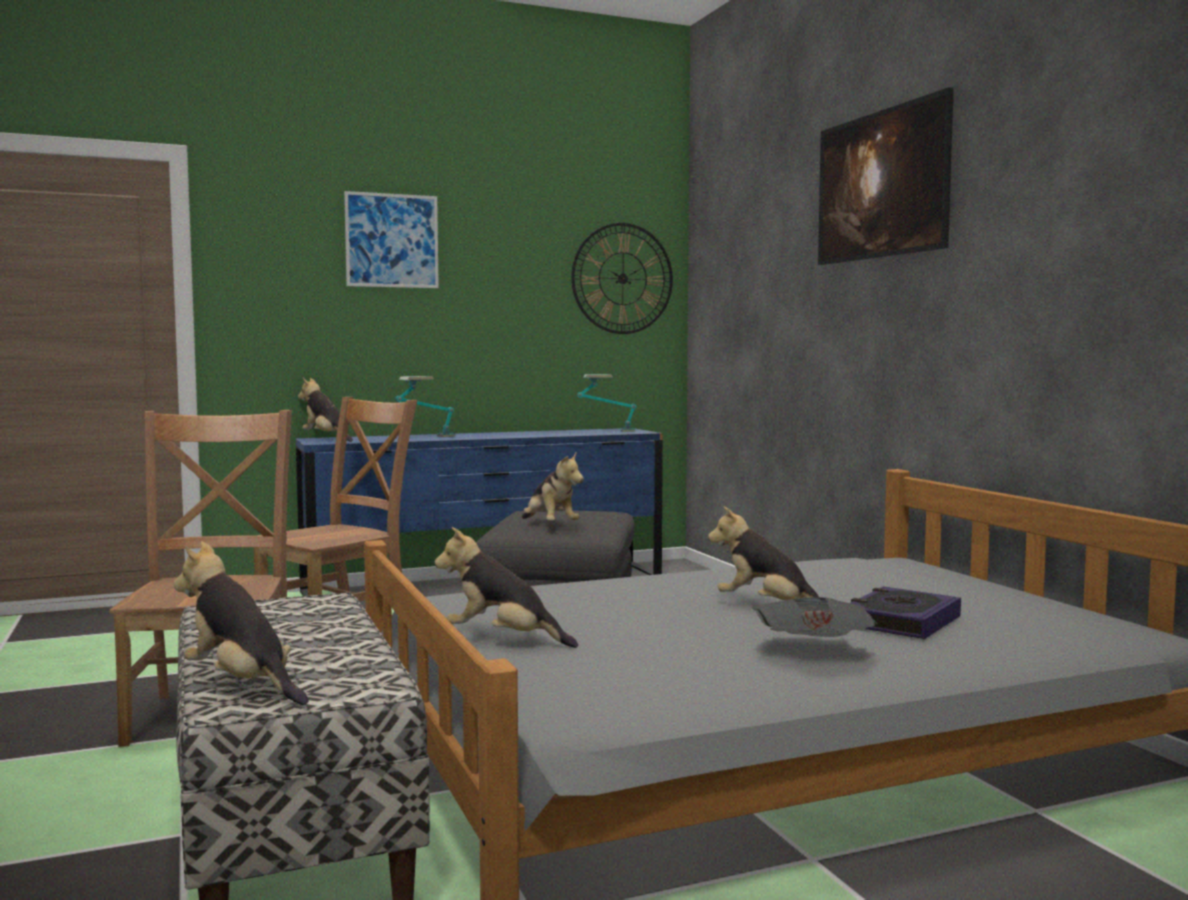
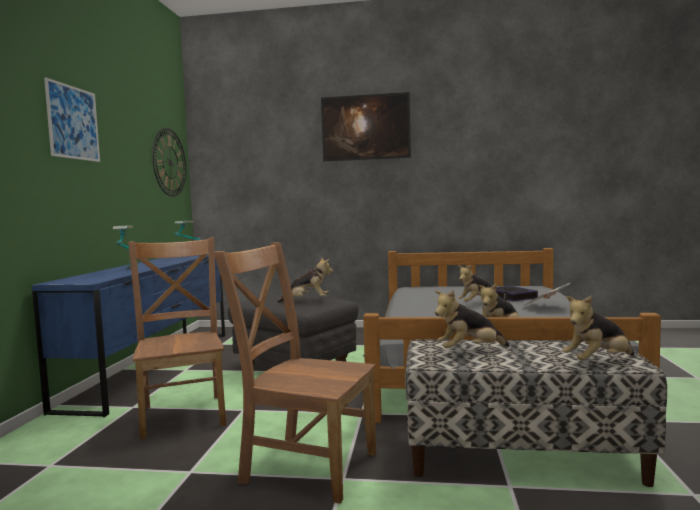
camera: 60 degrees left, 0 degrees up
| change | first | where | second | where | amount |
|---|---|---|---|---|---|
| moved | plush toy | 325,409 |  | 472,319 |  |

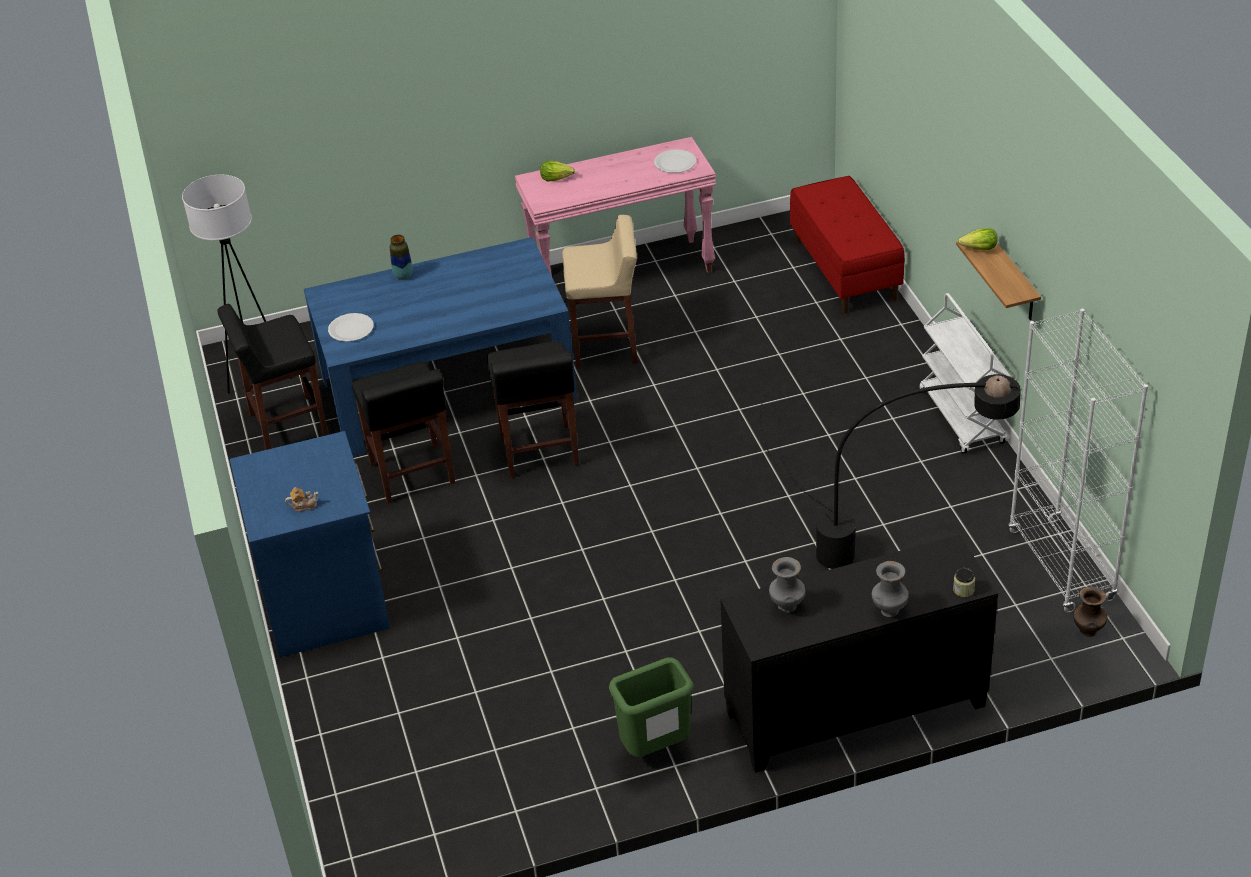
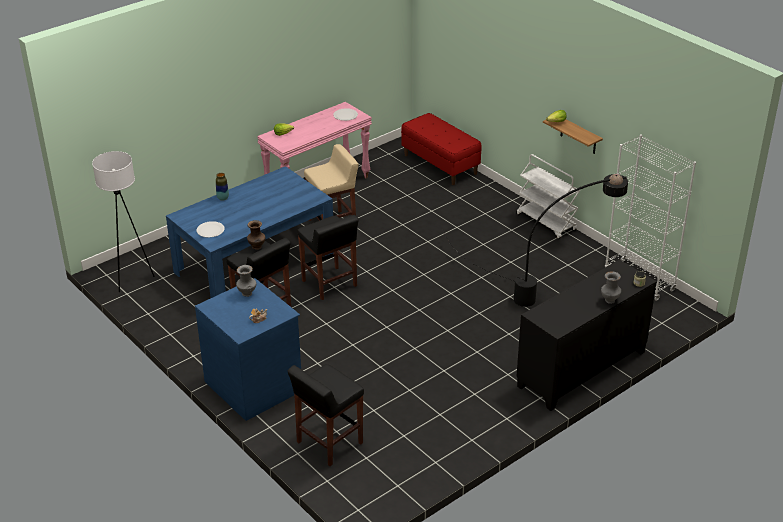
camera: 25 degrees left, 5 degrees down
| change | first | where | second | where | amount |
|---|---|---|---|---|---|
| moved | black stool | 272,377 |  | 326,415 |  |
| moved | grey vase | 787,585 |  | 246,281 |  |
| moved | brown vase | 1090,611 |  | 256,235 |  |
| removed | green trash can | 651,707 |  |  |  |

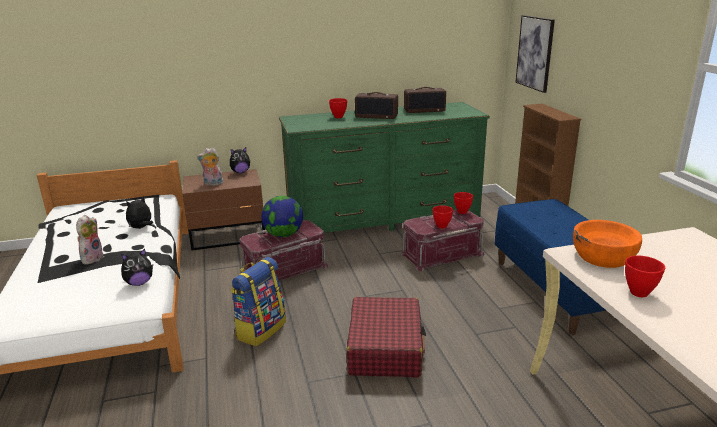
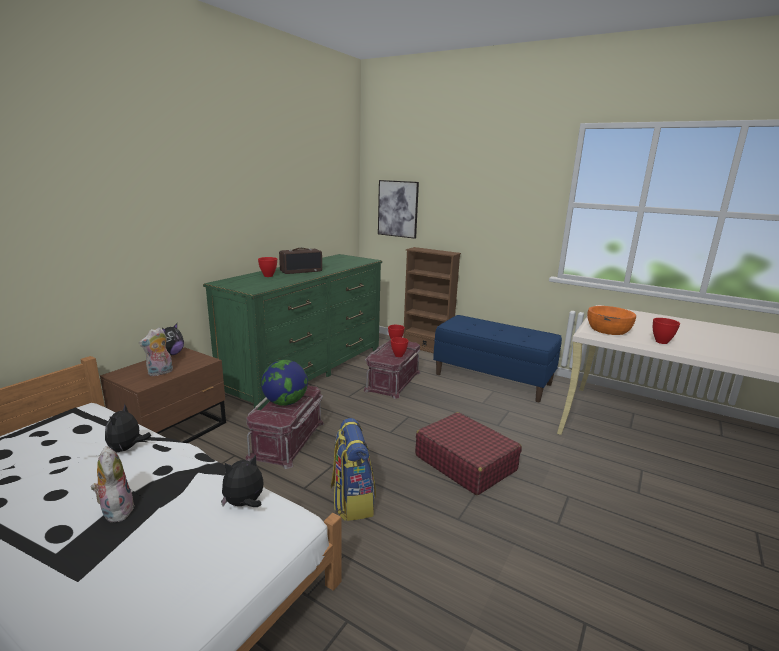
camera: 45 degrees left, 5 degrees down
| change | first | where | second | where | amount |
|---|---|---|---|---|---|
| removed | radio | 425,100 |  |  |  |
| turned | plush toy | 137,267 |  | 242,481 | 135 degrees counterclockwise |

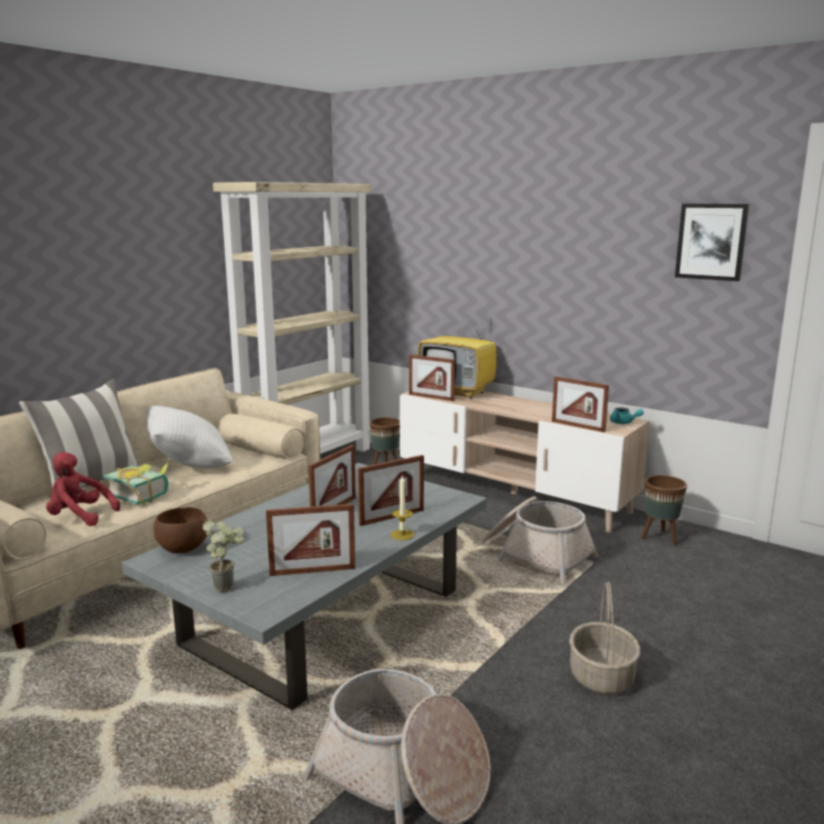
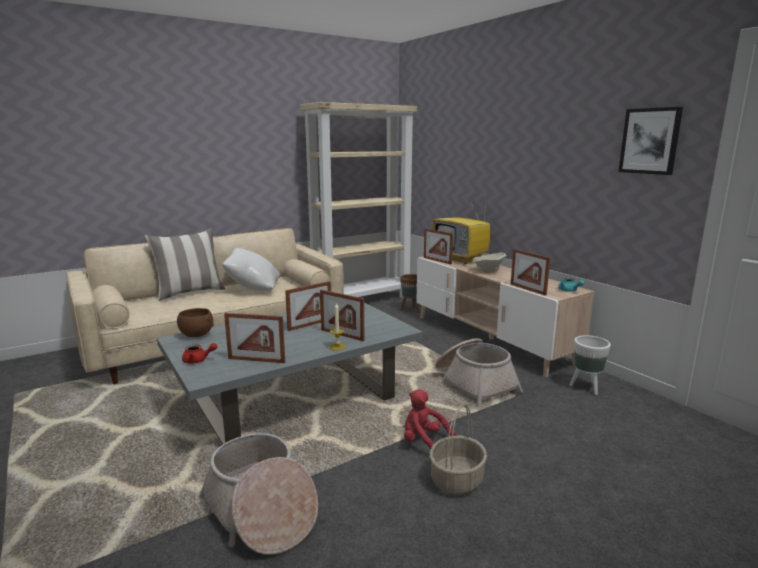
camera: 20 degrees right, 0 degrees up
| change | first | where | second | where | amount |
|---|---|---|---|---|---|
| moved | red plush toy | 83,489 |  | 430,419 |  |
| turned | picture frame | 391,490 |  | 342,315 | 45 degrees clockwise |
| removed | book | 136,483 |  |  |  |
| recoloured | brown planter | 664,510 | white planter | 590,365 |  |
| replaced | potted plant | 224,556 | red teapot | 199,353 |  |
| added |  |  | beige bowl | 489,262 |  |

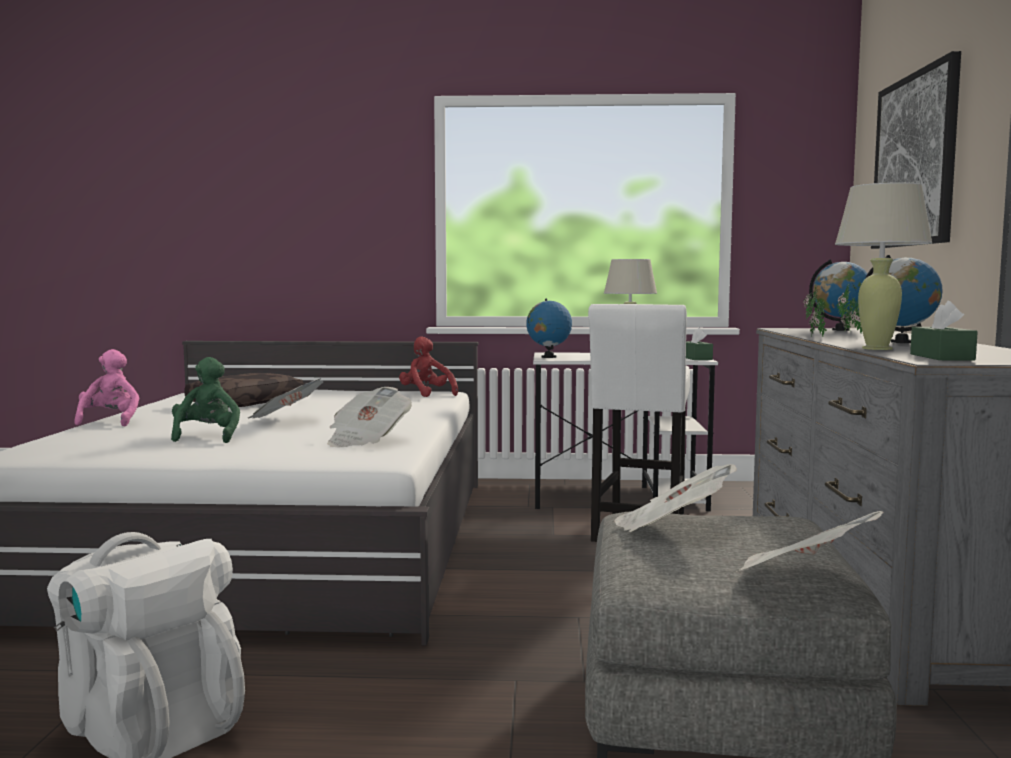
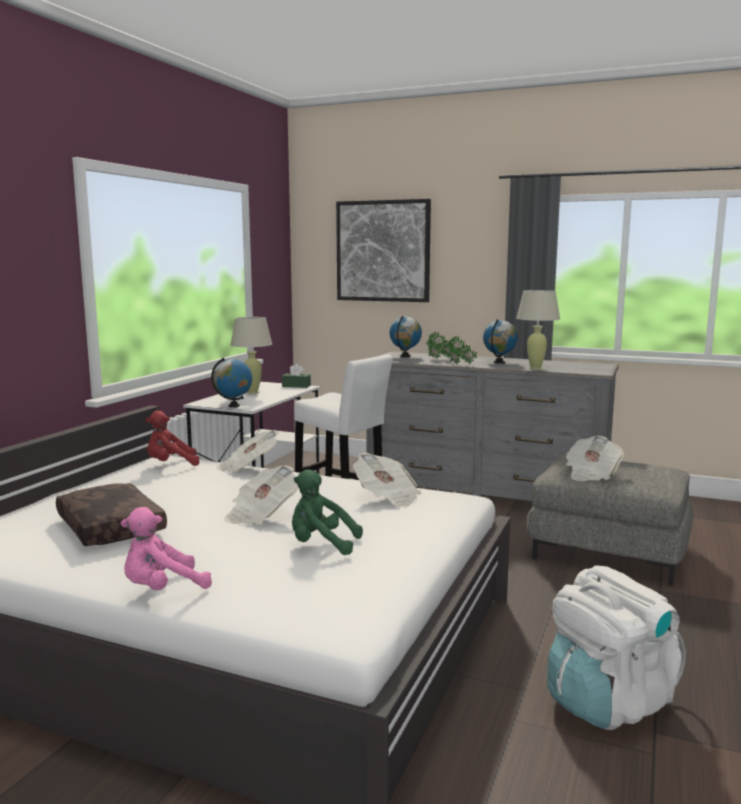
camera: 70 degrees left, 5 degrees up
| change | first | where | second | where | amount |
|---|---|---|---|---|---|
| removed | green tissue box | 944,331 |  |  |  |
| turned | pink plush toy | 106,387 |  | 166,548 | 45 degrees counterclockwise |
| moved | newspaper | 809,541 |  | 248,451 |  |

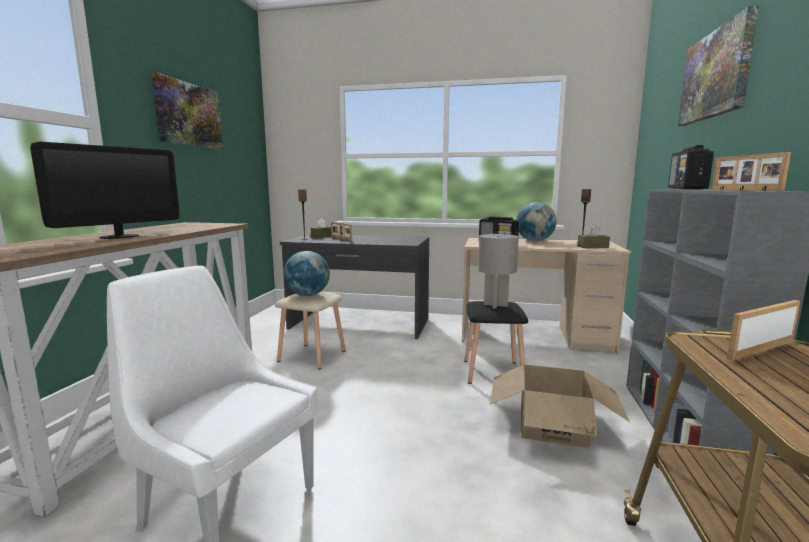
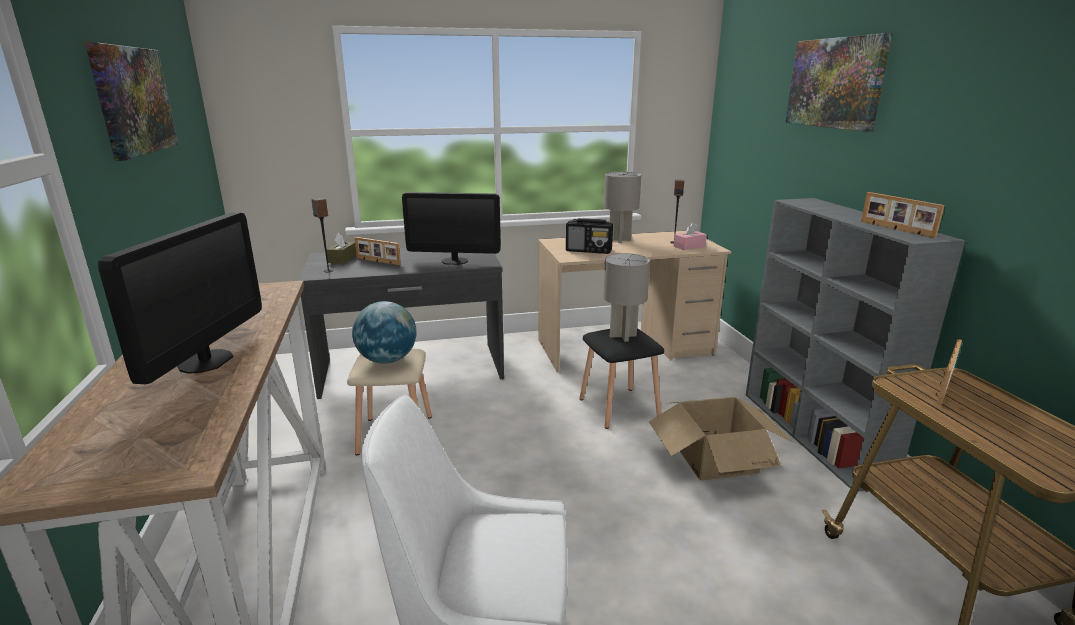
camera: 25 degrees left, 10 degrees up
| change | first | where | second | where | amount |
|---|---|---|---|---|---|
| removed | radio | 691,167 |  |  |  |
| replaced | globe | 536,221 | grey table lamp | 622,207 |  |
| recoloured | brown tissue box | 593,236 | pink tissue box | 690,236 |  |
| added |  |  | monitor | 451,228 |  |

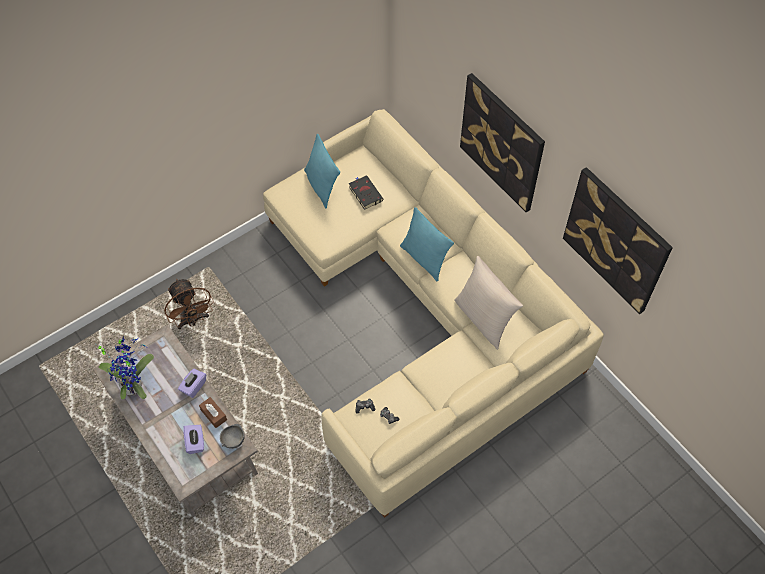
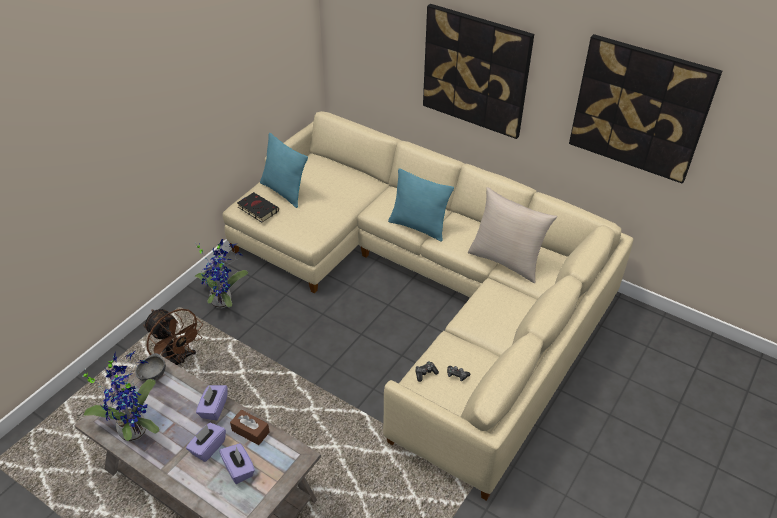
camera: 20 degrees left, 15 degrees down
| change | first | where | second | where | amount |
|---|---|---|---|---|---|
| moved | black book | 366,192 |  | 258,207 |  |
| moved | grey bowl | 232,436 |  | 150,367 |  |
| added |  |  | potted plant | 221,273 |  |
| added |  |  | purple tissue box | 206,442 |  |

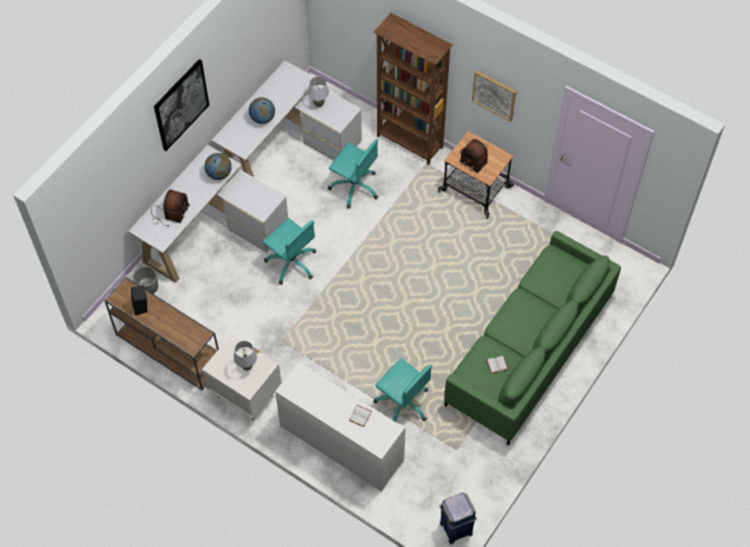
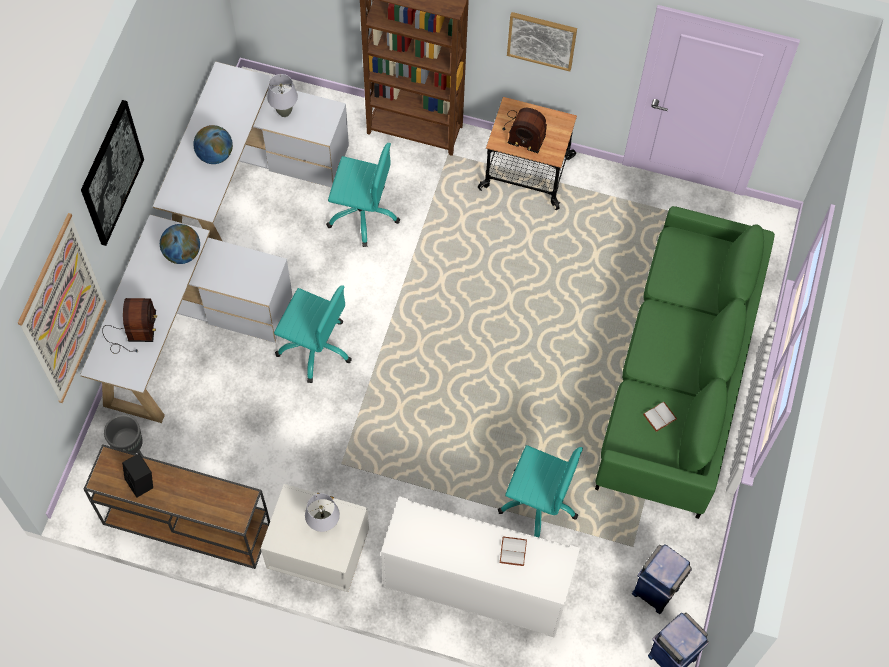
camera: 20 degrees left, 5 degrees up
| change | first | where | second | where | amount |
|---|---|---|---|---|---|
| added |  |  | picture | 62,308 |  |
| added |  |  | blue trash can | 662,579 |  |

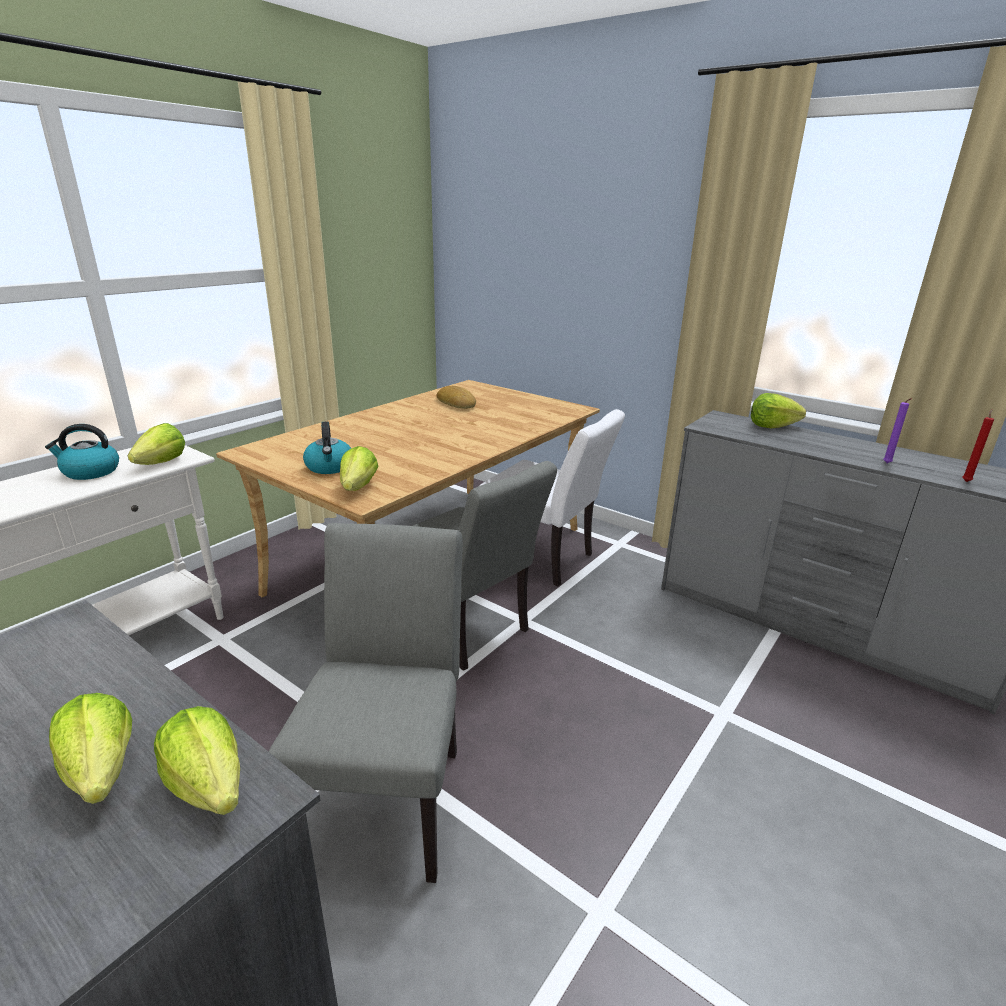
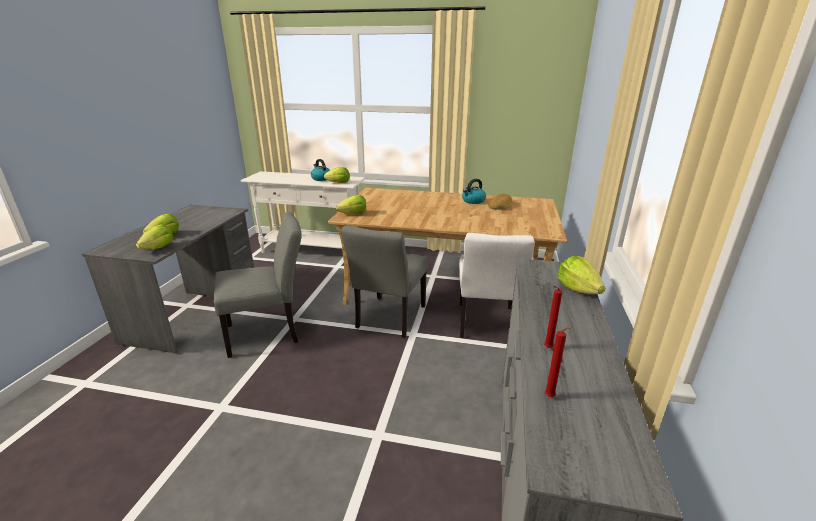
camera: 65 degrees right, 0 degrees up
| change | first | where | second | where | amount |
|---|---|---|---|---|---|
| recoloured | purple candle | 897,430 | red candle | 553,317 |  |
| moved | kettle | 327,448 |  | 474,191 |  |

